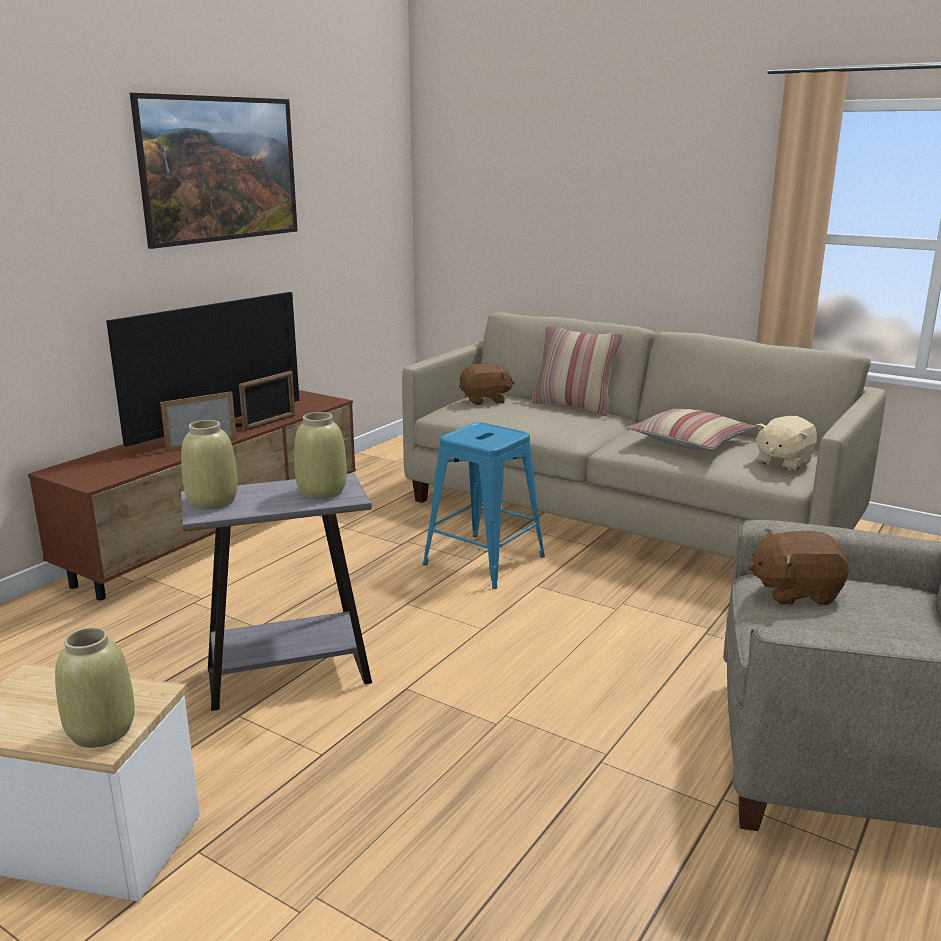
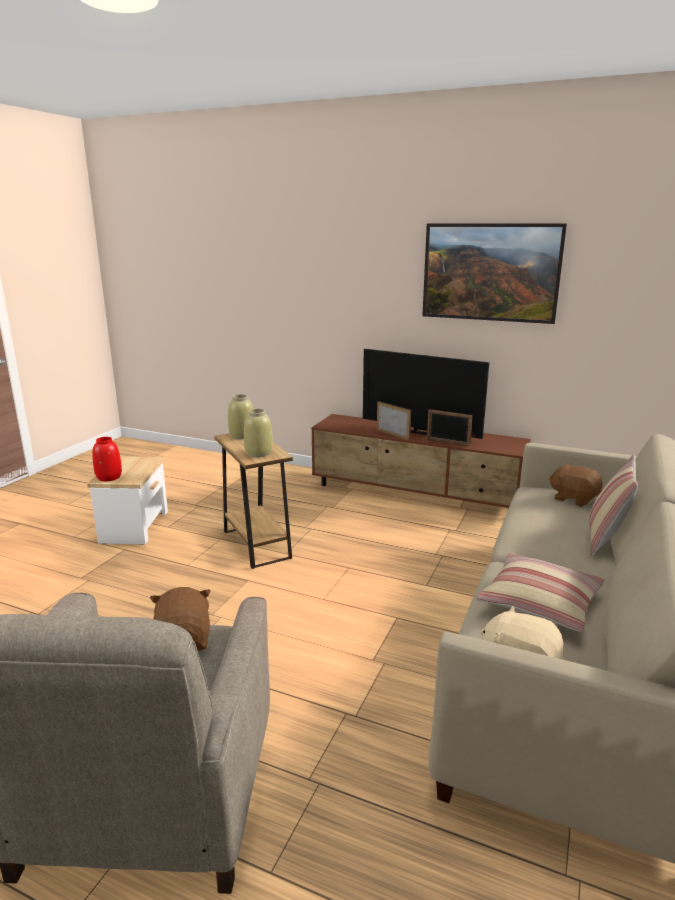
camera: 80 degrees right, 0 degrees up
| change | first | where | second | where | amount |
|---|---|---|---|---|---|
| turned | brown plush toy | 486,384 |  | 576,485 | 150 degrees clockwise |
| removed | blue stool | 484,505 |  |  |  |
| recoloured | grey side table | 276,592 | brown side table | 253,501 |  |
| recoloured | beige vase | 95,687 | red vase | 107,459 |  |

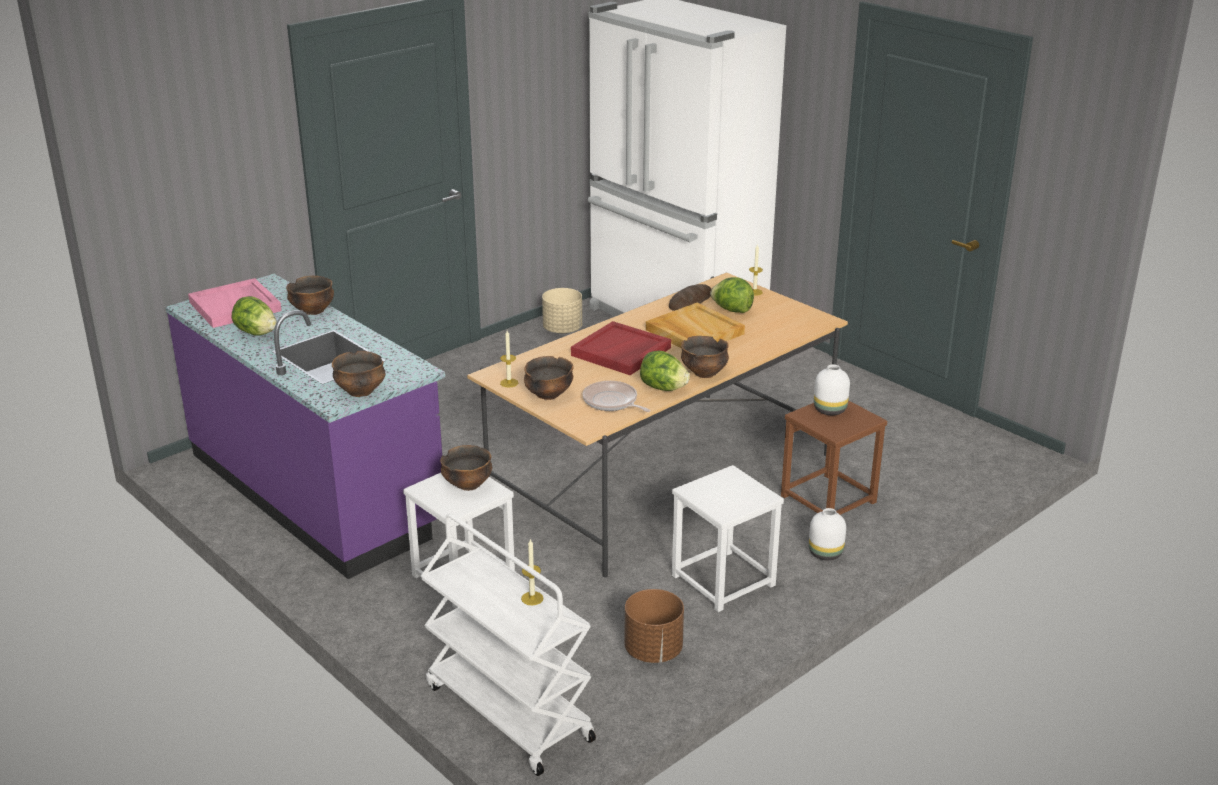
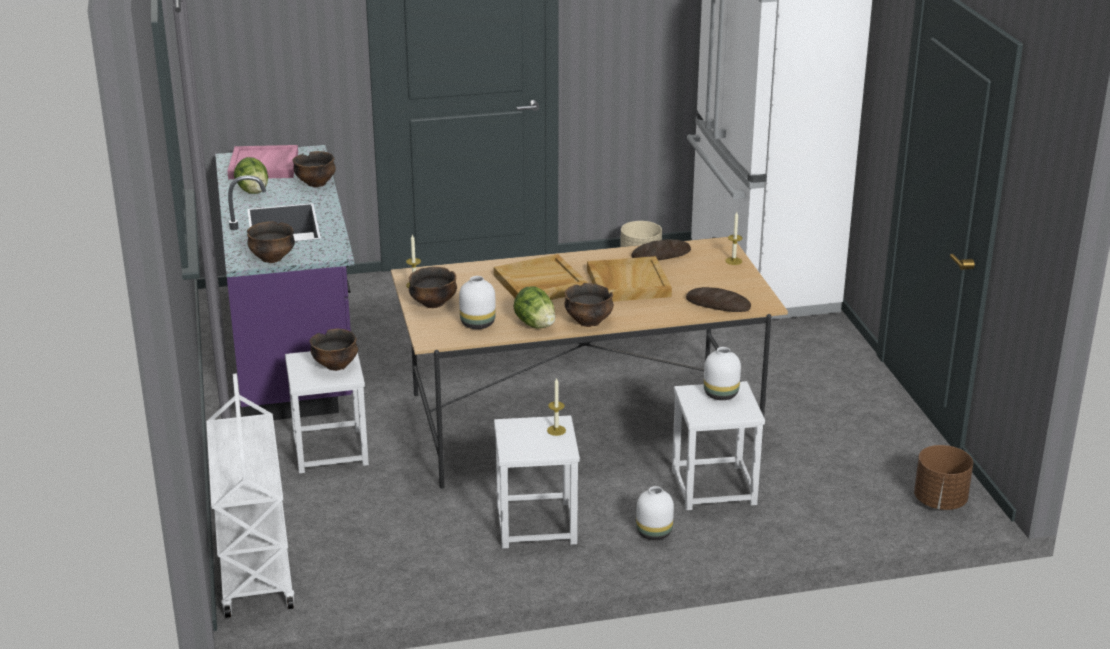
camera: 30 degrees right, 0 degrees up
| change | first | where | second | where | amount |
|---|---|---|---|---|---|
| removed | lettuce | 732,295 |  |  |  |
| recoloured | red tray | 621,348 | beige tray | 541,277 |  |
| replaced | frying pan | 616,396 | white vase | 477,302 |  |
| recoloured | brown stool | 834,457 | white stool | 718,445 |  |
| moved | candle | 532,572 |  | 556,406 |  |
| moved | brown planter | 654,626 |  | 943,477 |  |
| added |  |  | bread | 718,299 |  |

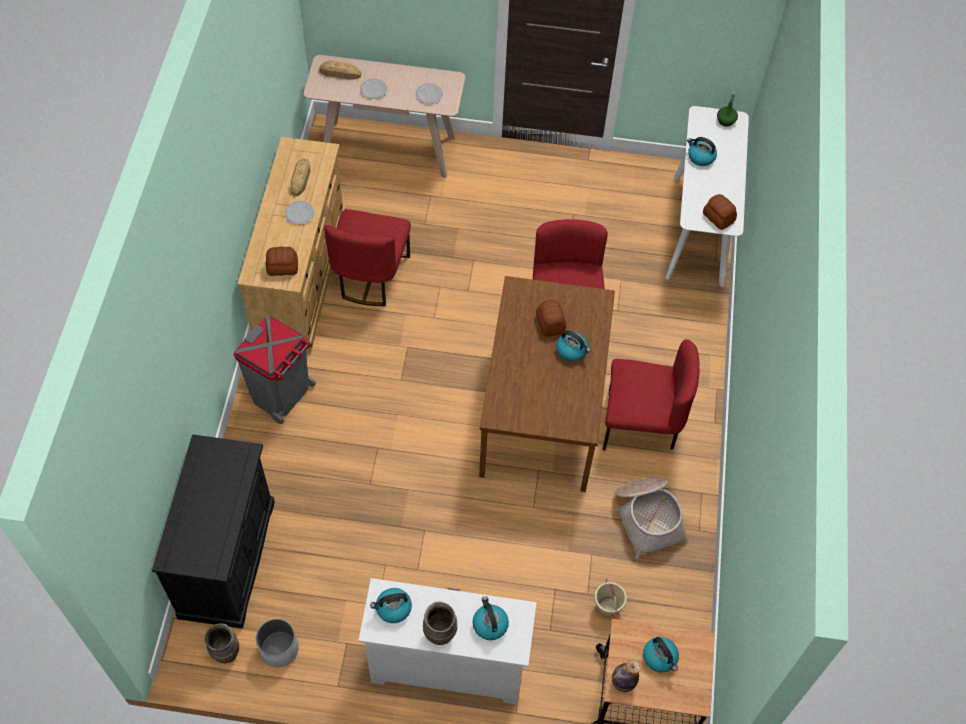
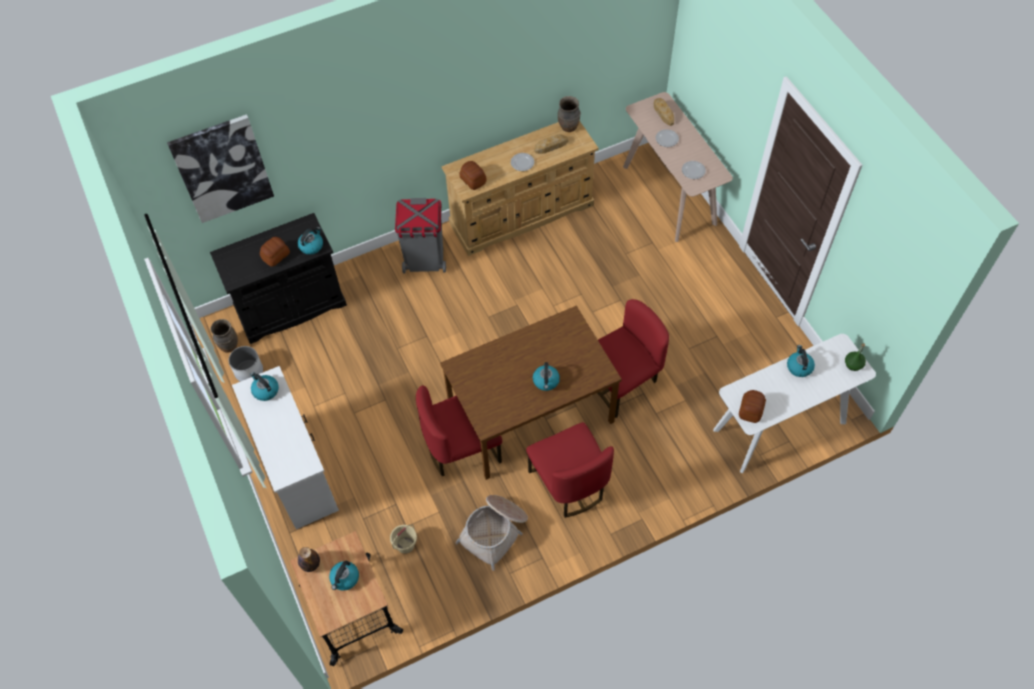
camera: 60 degrees right, 0 degrees up
| change | first | where | second | where | amount |
|---|---|---|---|---|---|
| moved | red chair | 367,257 |  | 459,430 |  |
| moved | bread | 551,318 |  | 275,252 |  |
| moved | kettle | 490,618 |  | 310,241 |  |
| moved | brown vase | 440,623 |  | 569,114 |  |
| added |  |  | picture | 220,168 |  |

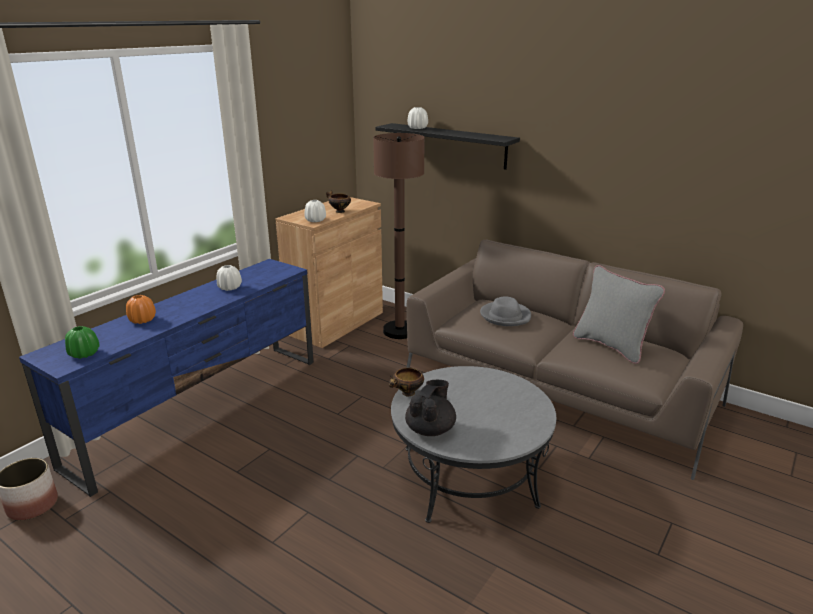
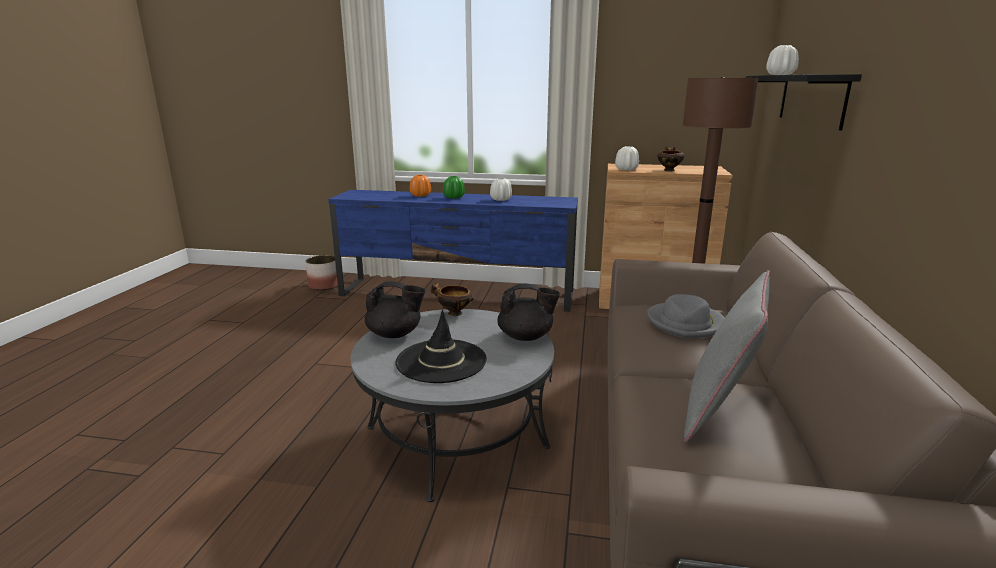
camera: 65 degrees right, 5 degrees down
| change | first | where | second | where | amount |
|---|---|---|---|---|---|
| moved | green vase | 82,342 |  | 454,187 |  |
| added |  |  | black teapot | 528,312 |  |
| added |  |  | black hat | 441,346 |  |

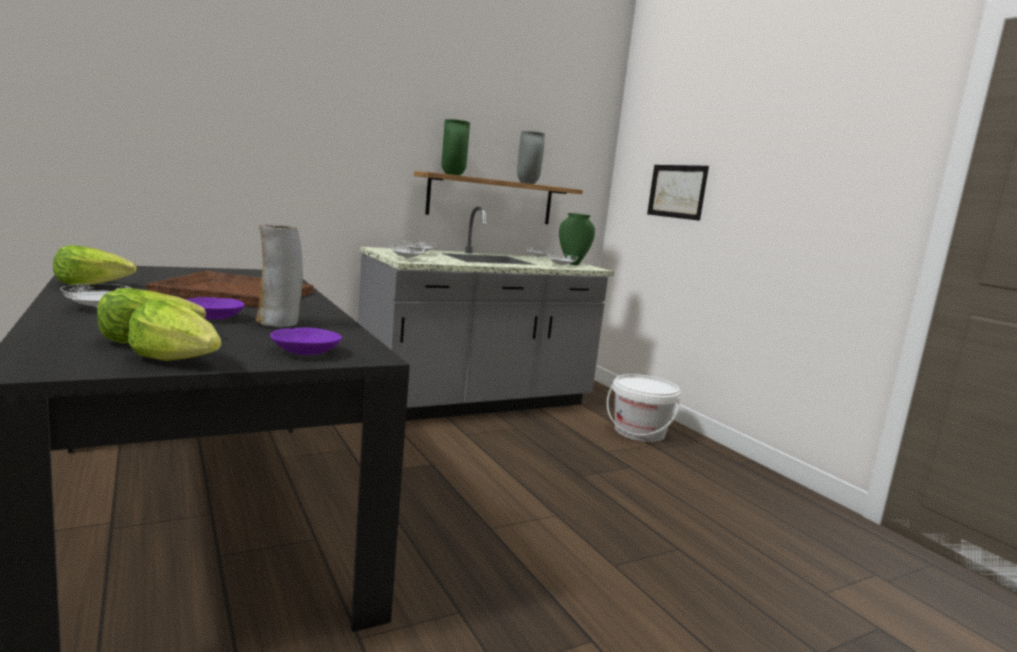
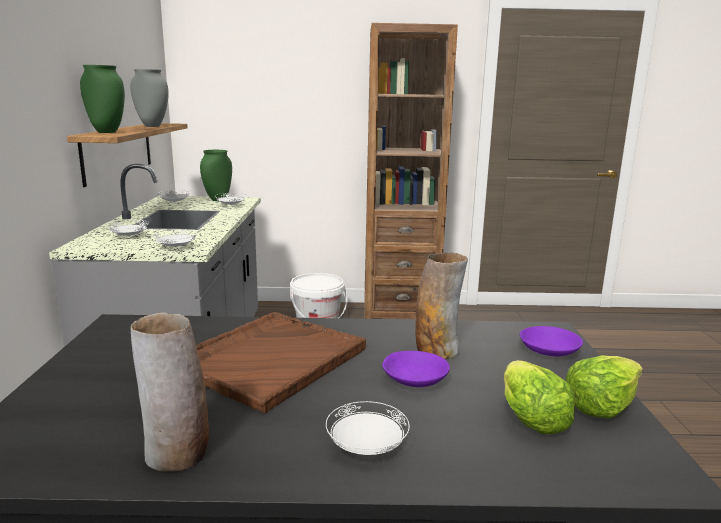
camera: 60 degrees left, 5 degrees up
| change | first | where | second | where | amount |
|---|---|---|---|---|---|
| removed | picture | 678,193 |  |  |  |
| replaced | lettuce | 95,265 | vase | 170,392 |  |
| added |  |  | brown bookcase | 411,171 |  |

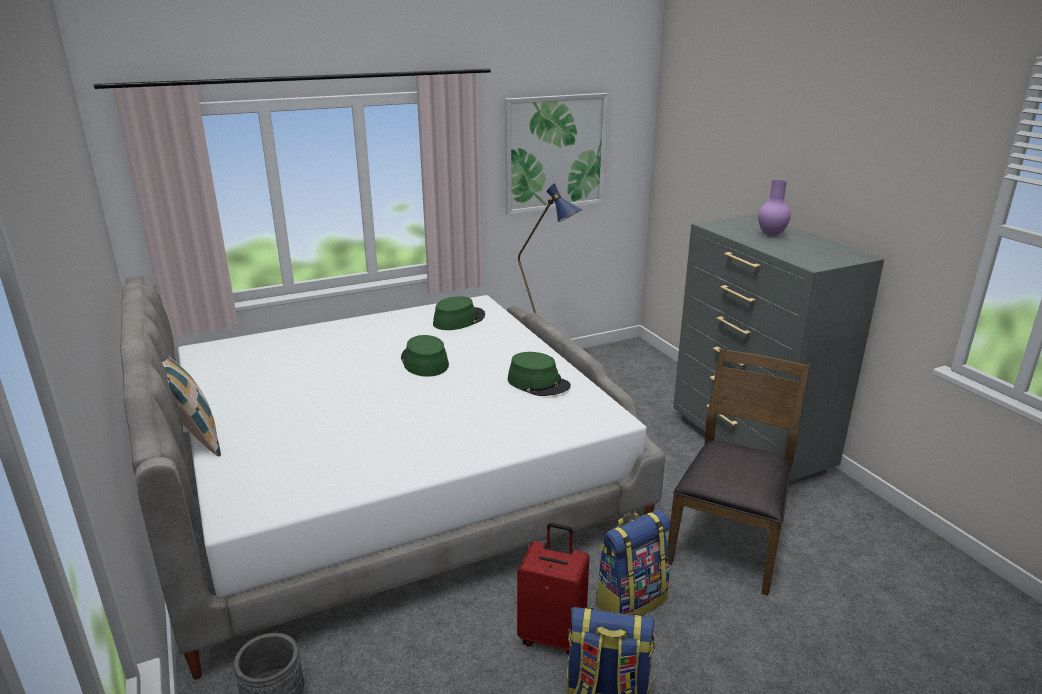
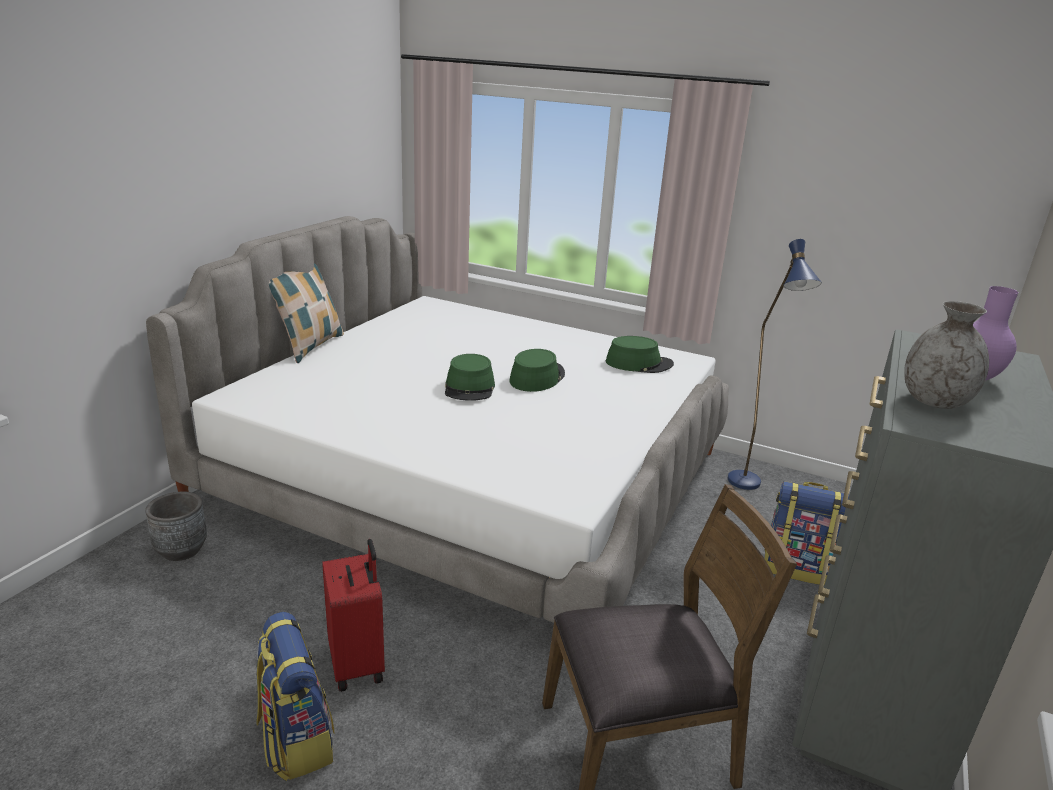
camera: 50 degrees right, 0 degrees up
| change | first | where | second | where | amount |
|---|---|---|---|---|---|
| removed | picture | 556,154 |  |  |  |
| moved | green hat | 539,374 |  | 470,377 |  |
| moved | backpack | 632,562 |  | 806,533 |  |
| added |  |  | grey vase | 946,355 |  |

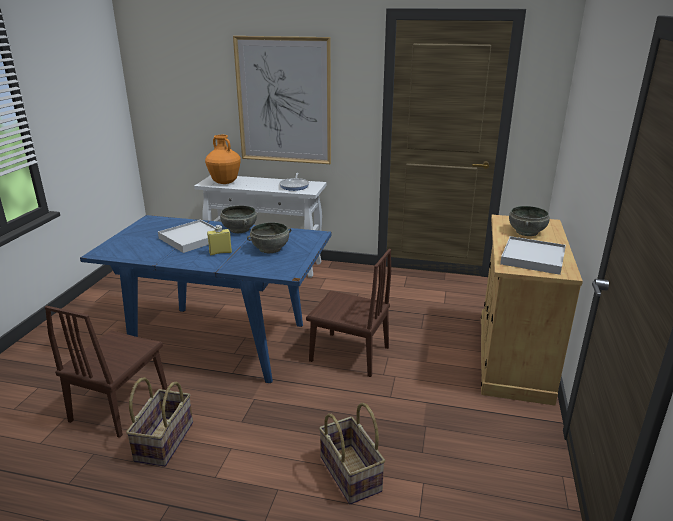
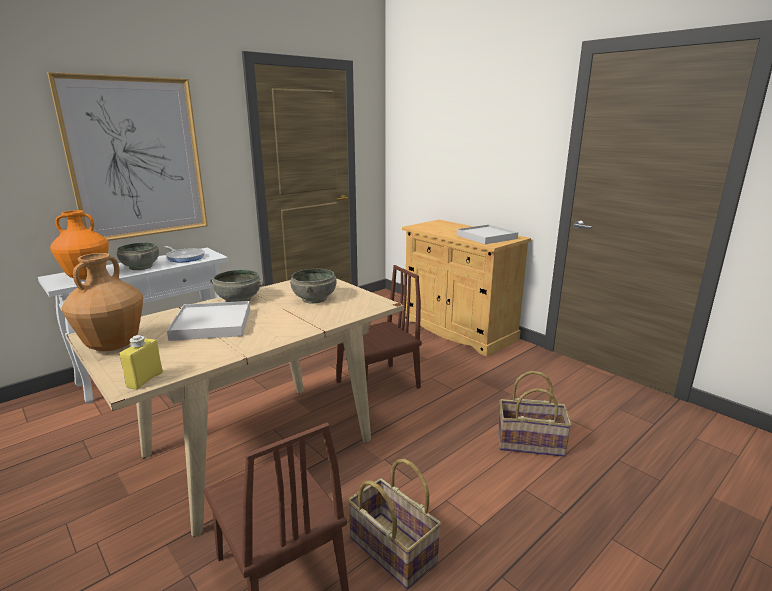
camera: 55 degrees left, 5 degrees down
| change | first | where | second | where | amount |
|---|---|---|---|---|---|
| moved | grey bowl | 529,221 |  | 138,256 |  |
| recoloured | blue dining table | 206,299 | beige dining table | 235,407 |  |
| moved | yellow bottle | 219,240 |  | 141,362 |  |
| added |  |  | brown vase | 102,302 |  |

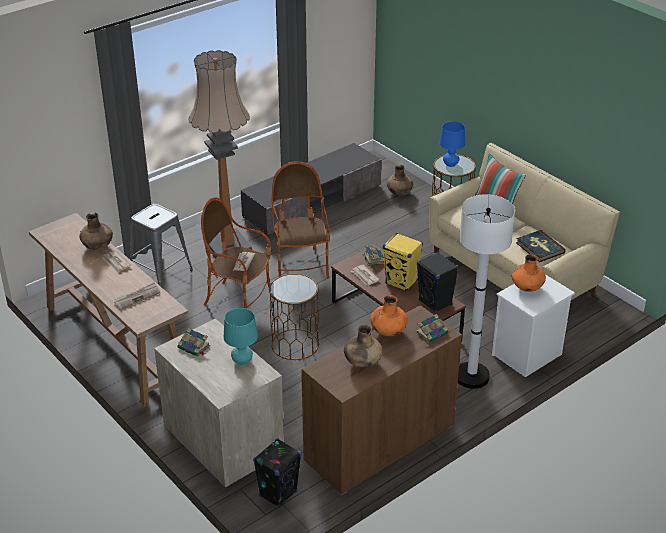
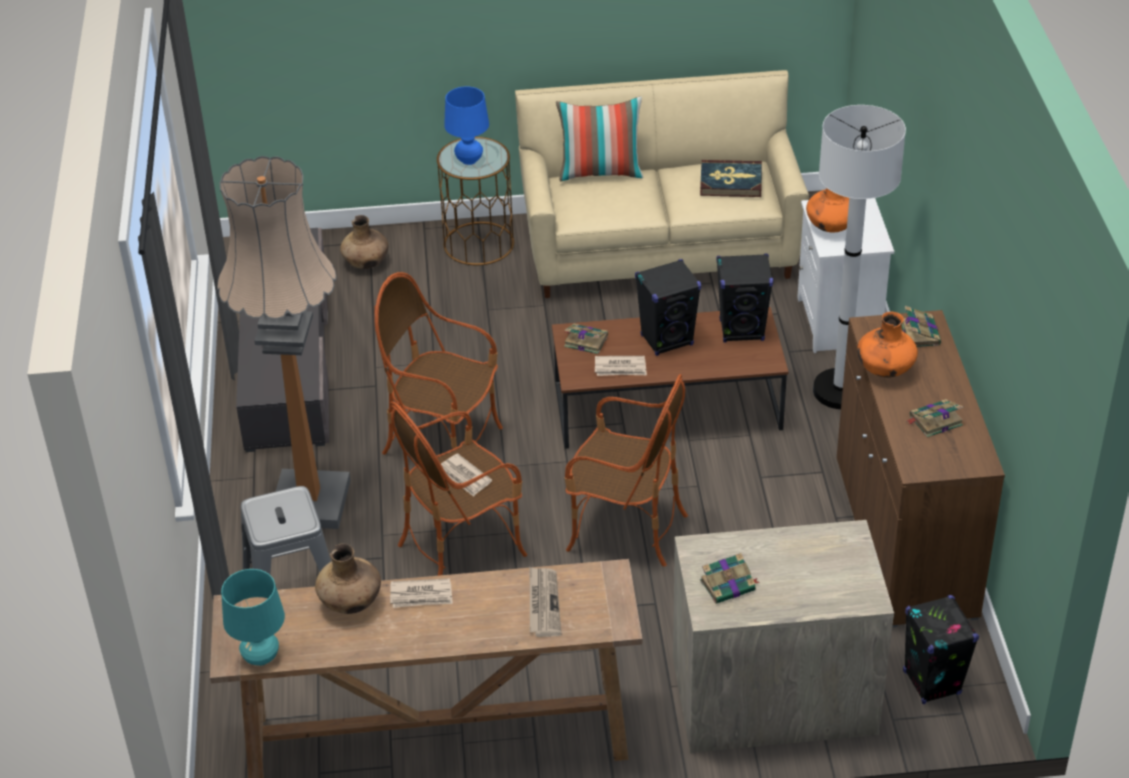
camera: 55 degrees left, 5 degrees up
| change | first | where | second | where | amount |
|---|---|---|---|---|---|
| recoloured | yellow speaker | 403,262 | black speaker | 668,307 |  |
| replaced | brown side table | 294,317 | armchair | 626,470 |  |
| moved | turquoise table lamp | 241,336 |  | 253,617 |  |
| replaced | brown vase | 363,346 | book | 935,418 |  |

